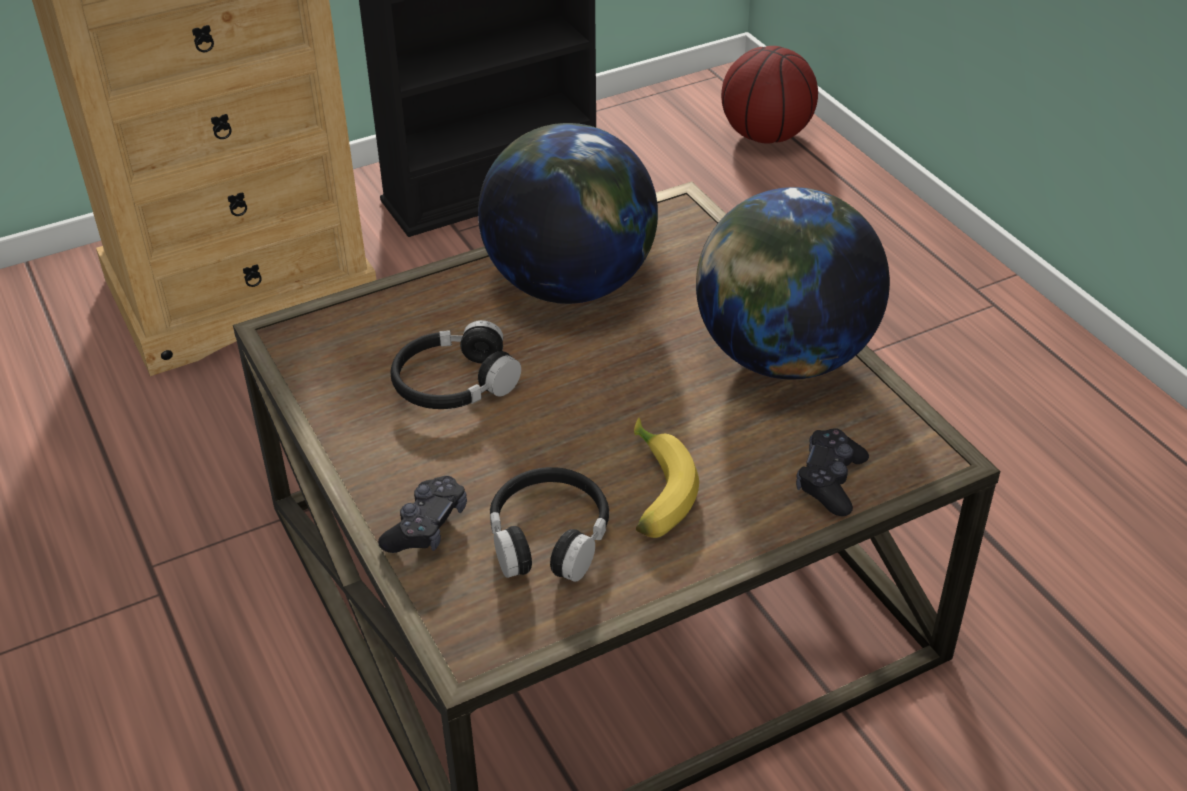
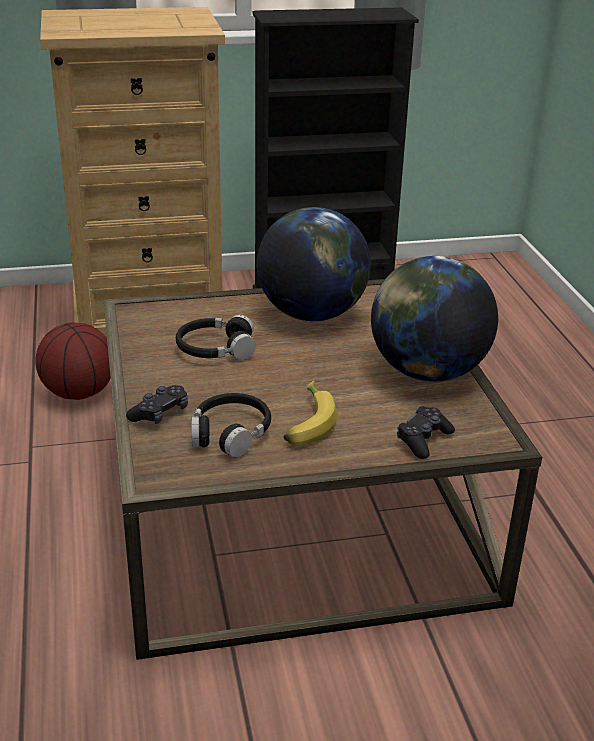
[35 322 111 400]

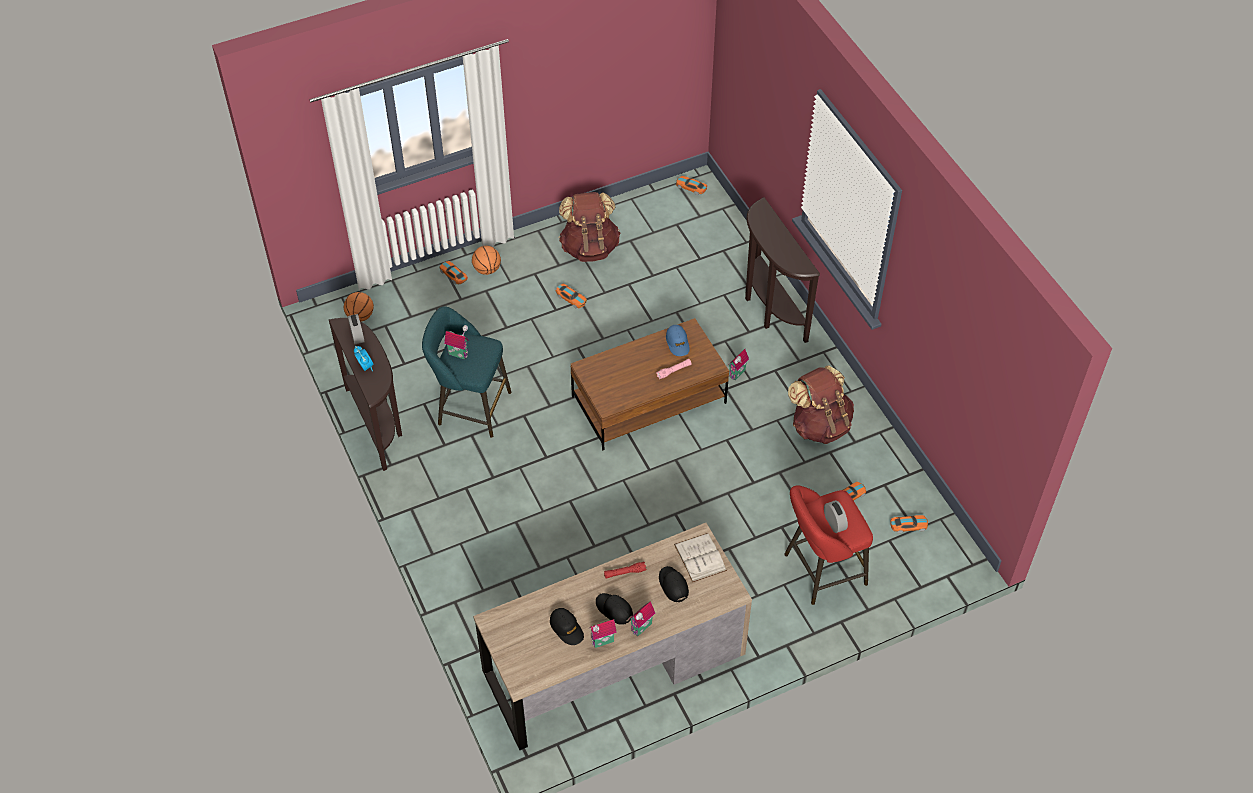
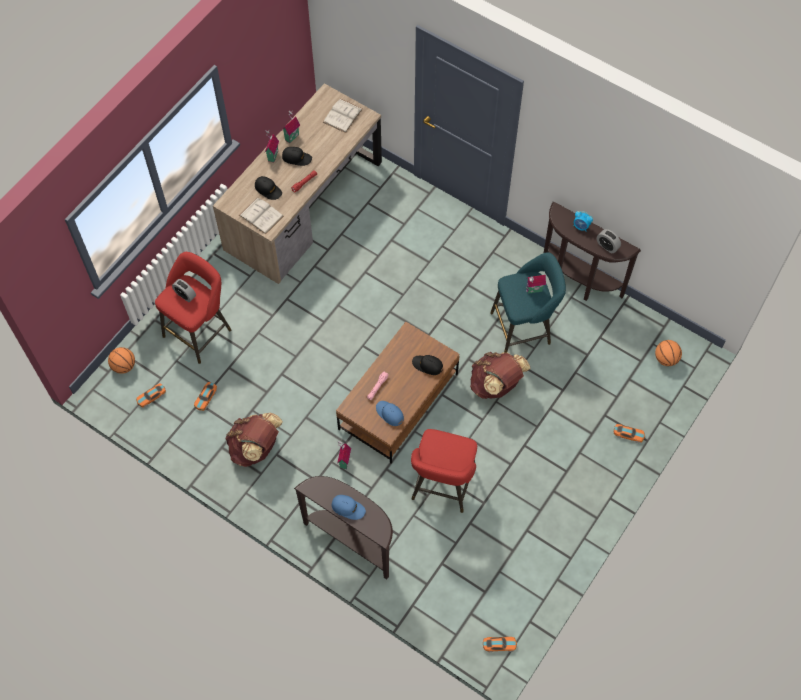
[108 347 135 374]
[323 99 363 133]
[332 495 366 520]
[411 429 477 513]
[412 355 443 375]
[470 352 531 399]
[556 284 587 308] (first image)

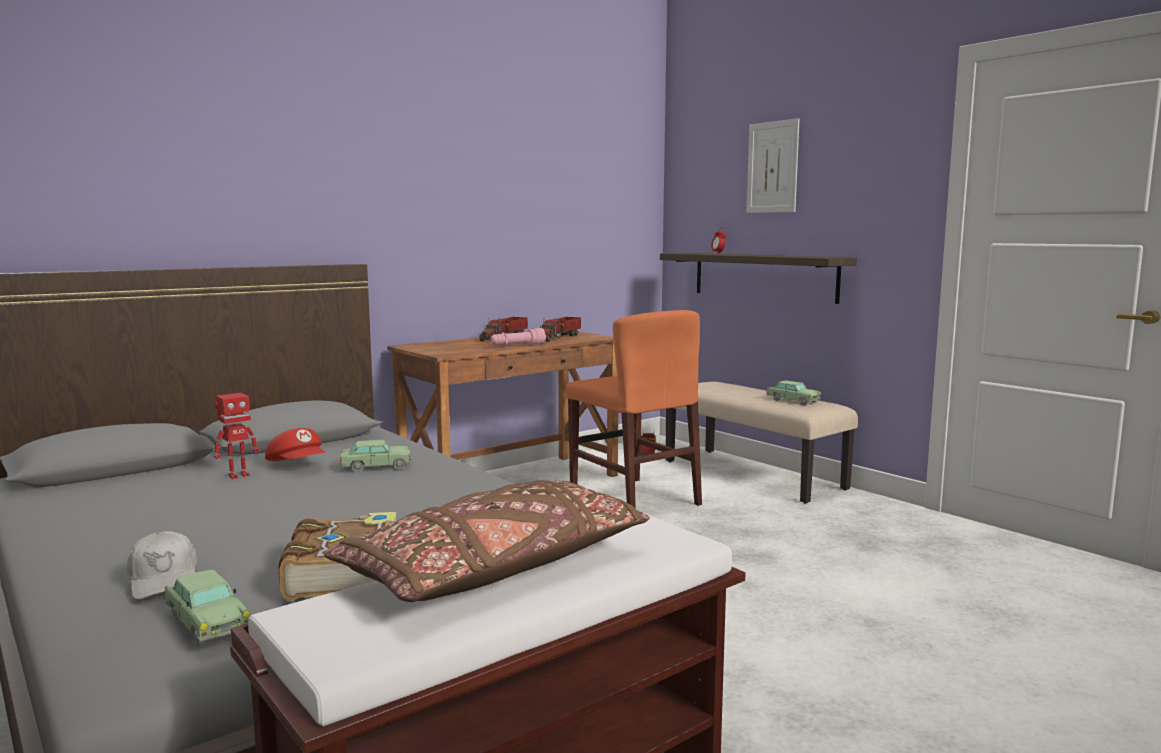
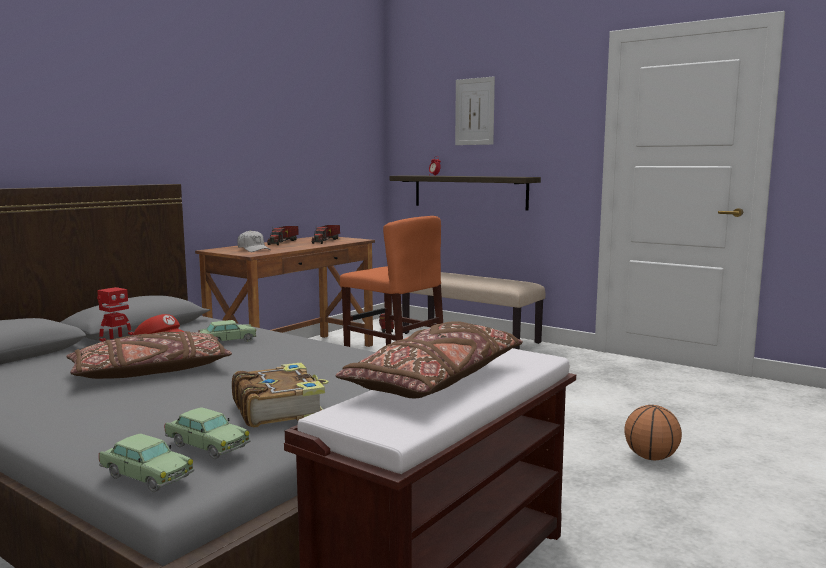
[66 331 232 379]
[99 434 194 492]
[238 230 271 252]
[624 405 682 460]
[490 328 546 345] (first image)

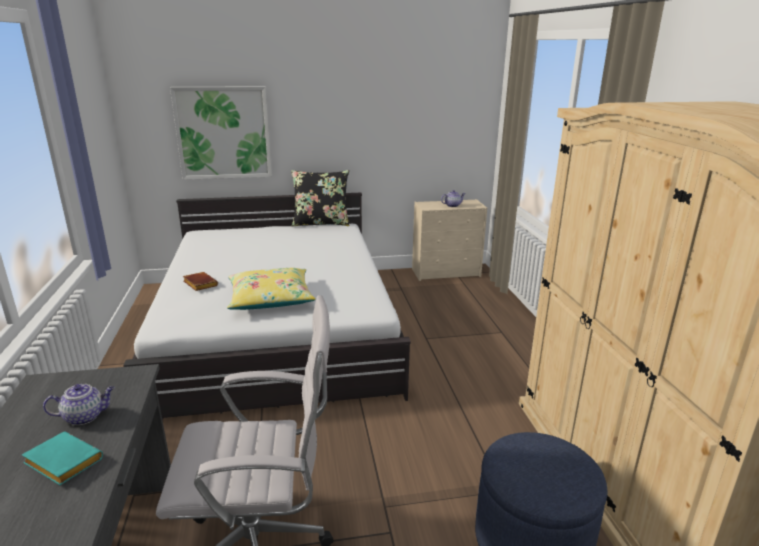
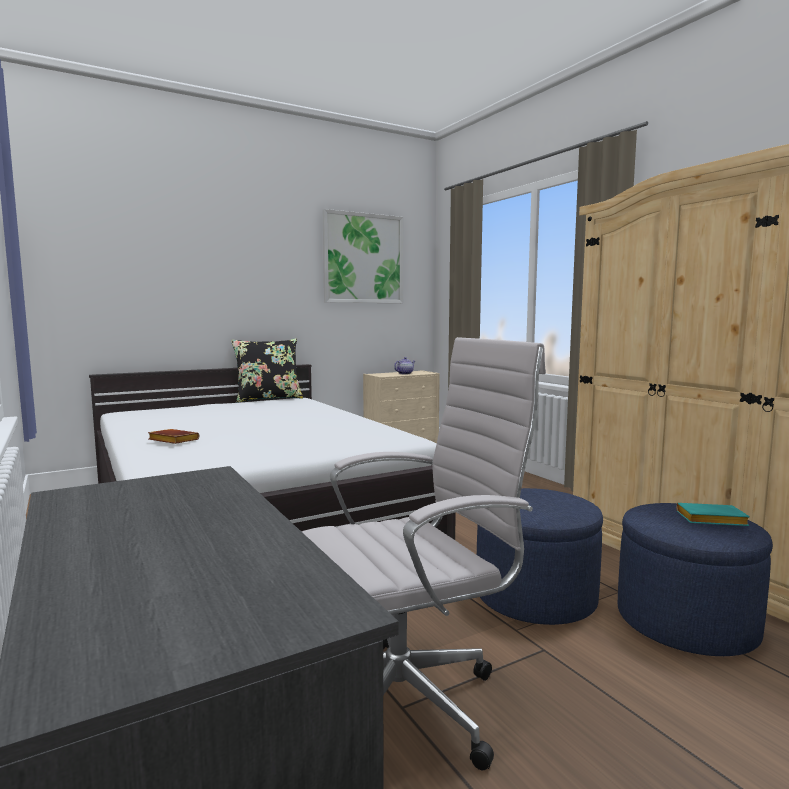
[323 209 403 303]
[477 488 603 625]
[677 503 750 526]
[43 384 115 425] (first image)
[227 268 316 310] (first image)

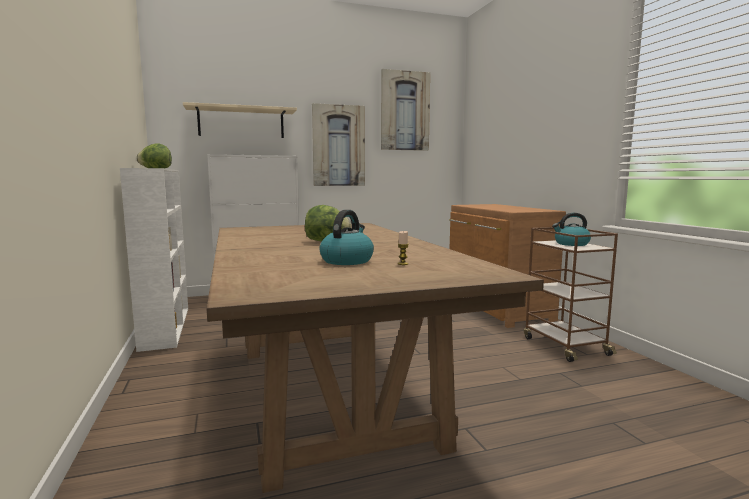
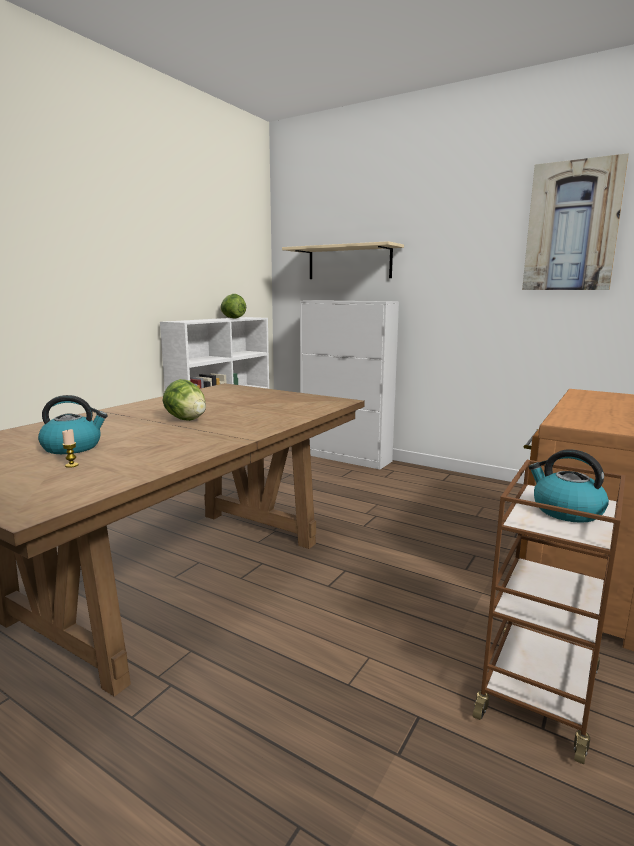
[312 103 365 186] (first image)

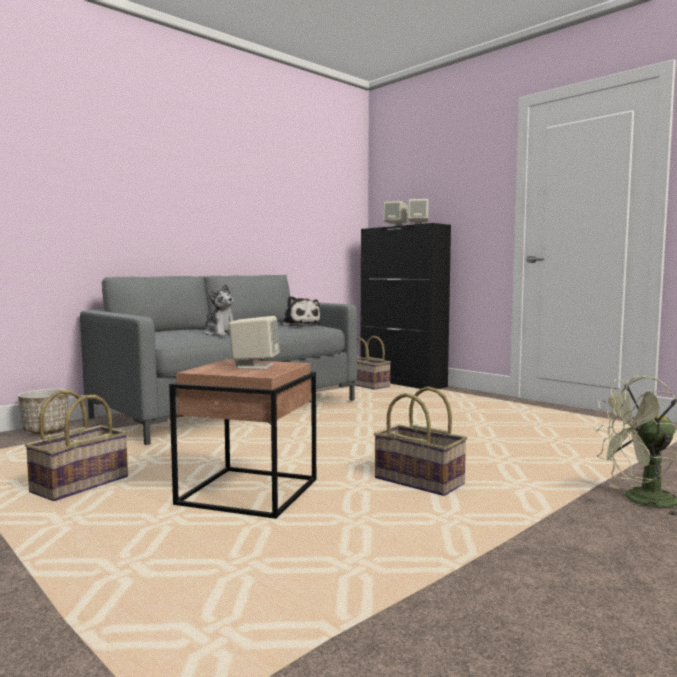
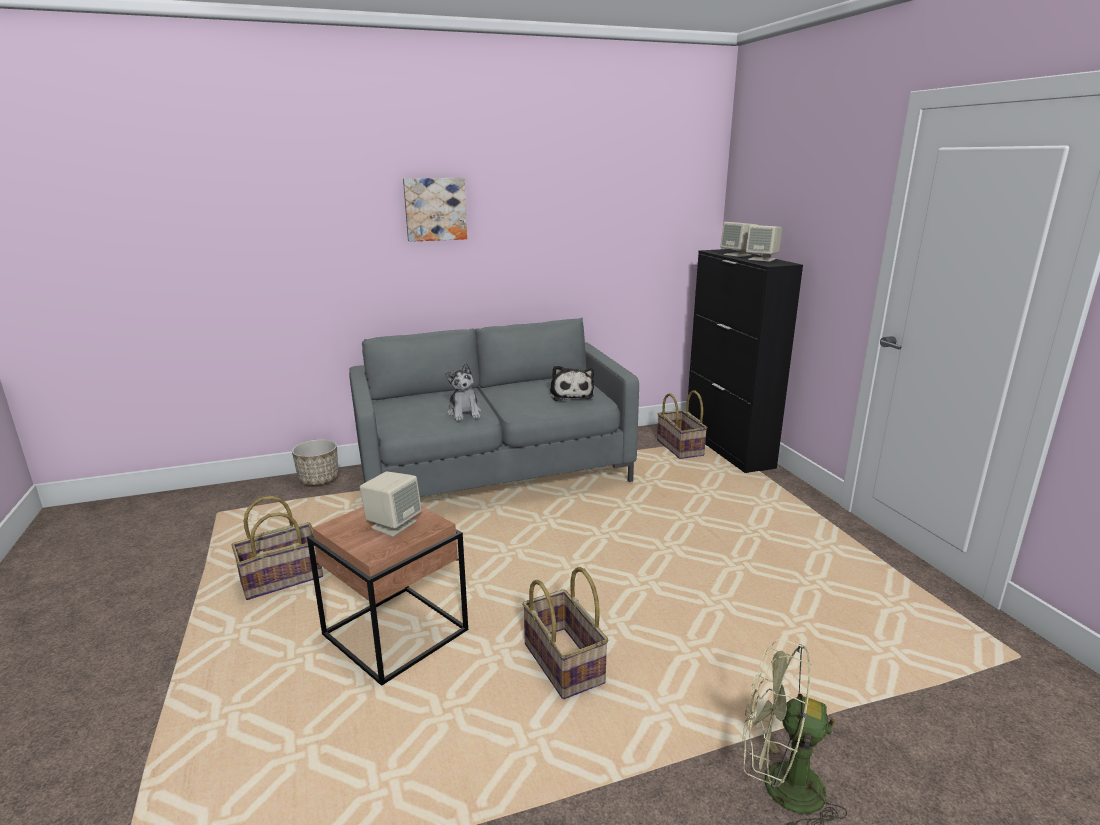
[403 178 467 242]

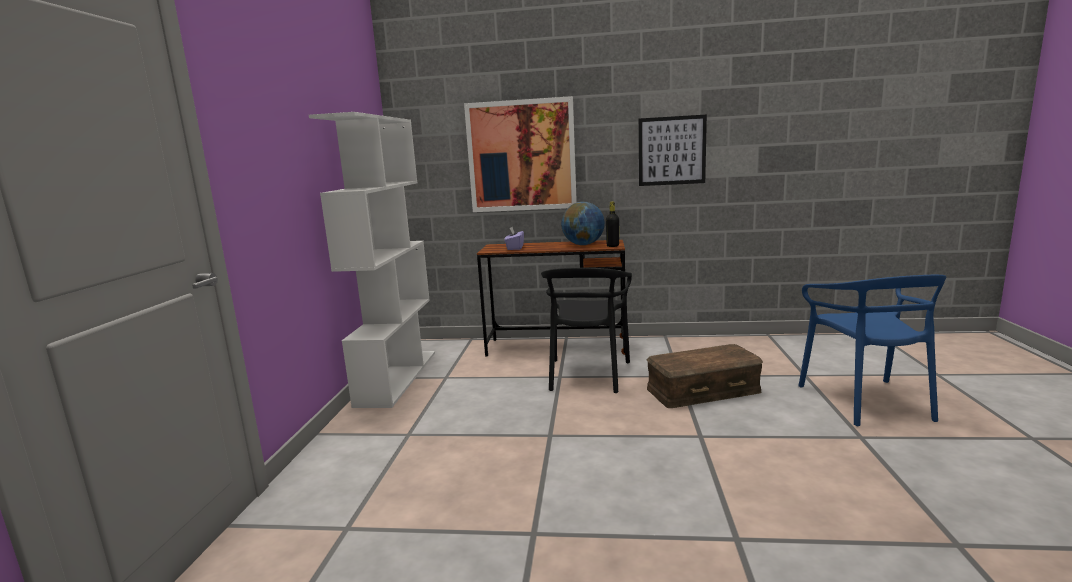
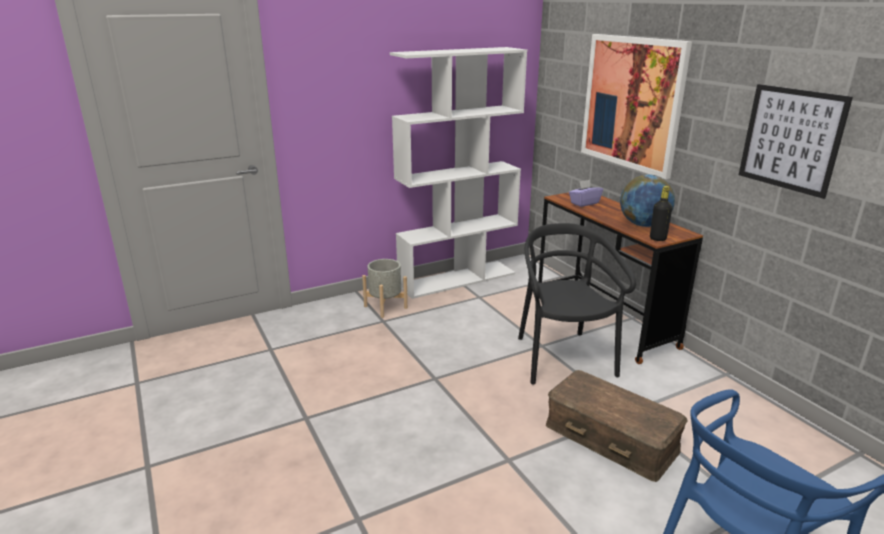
[362 259 408 318]
[518 223 636 385]

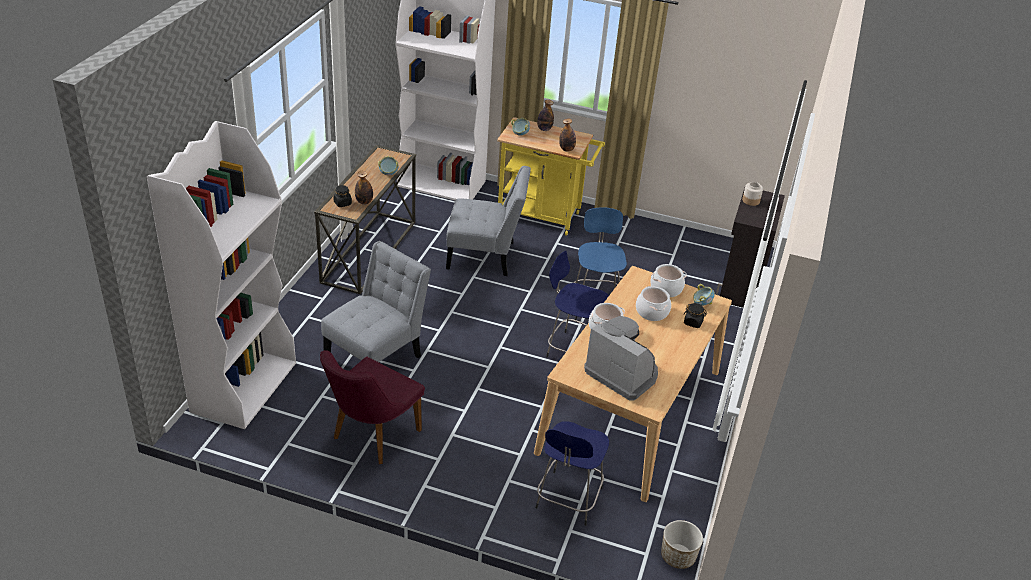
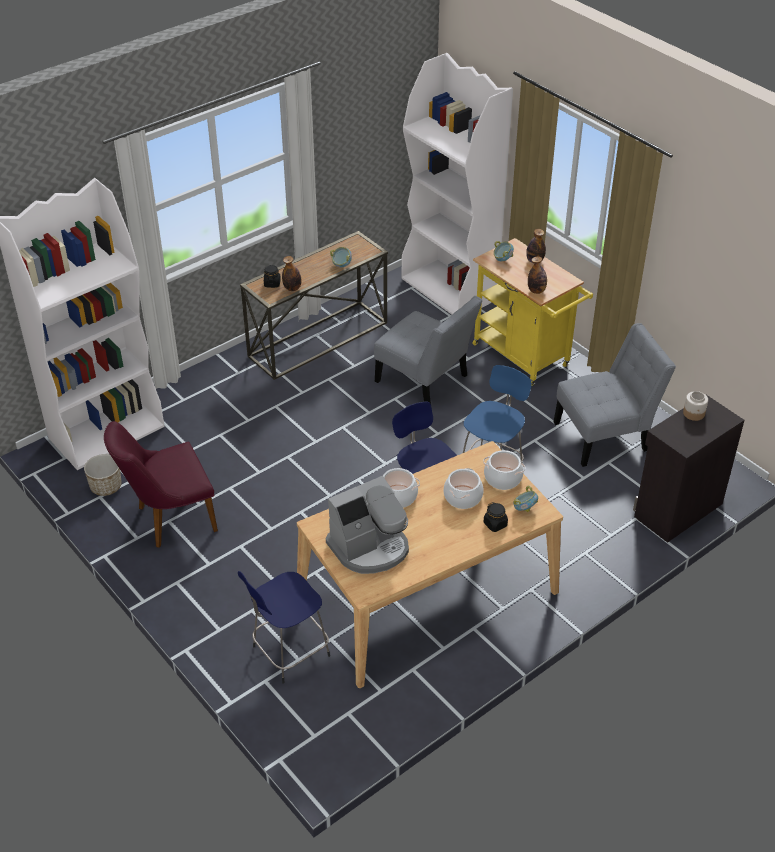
[84 454 122 496]
[326 476 409 574]
[553 323 676 467]

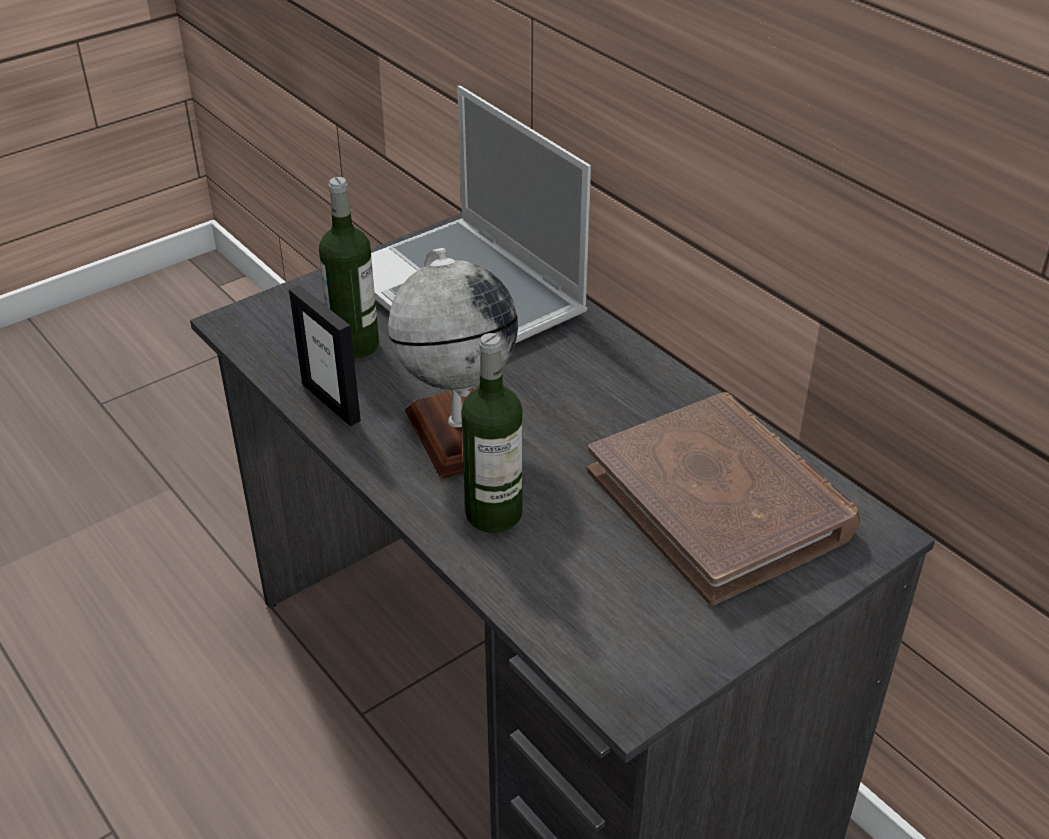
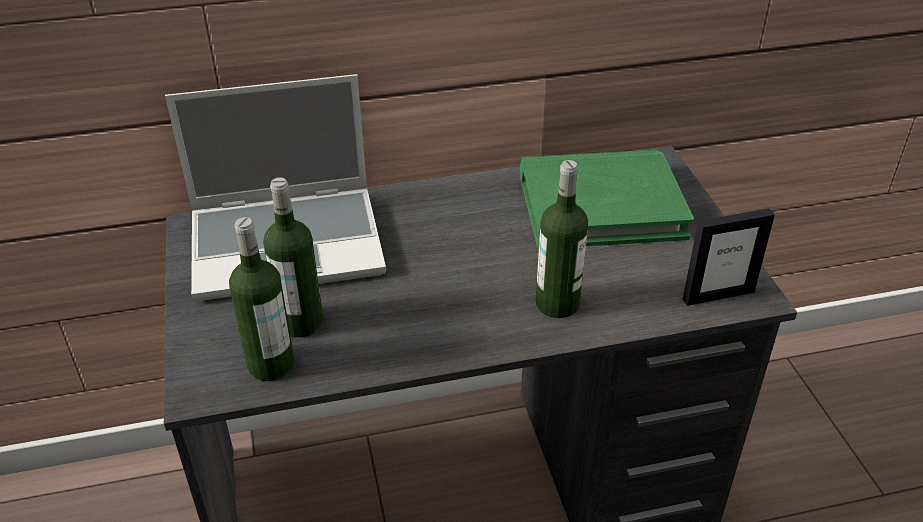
[229 217 295 381]
[520 150 694 249]
[683 208 775 306]
[388 248 518 479] (first image)

